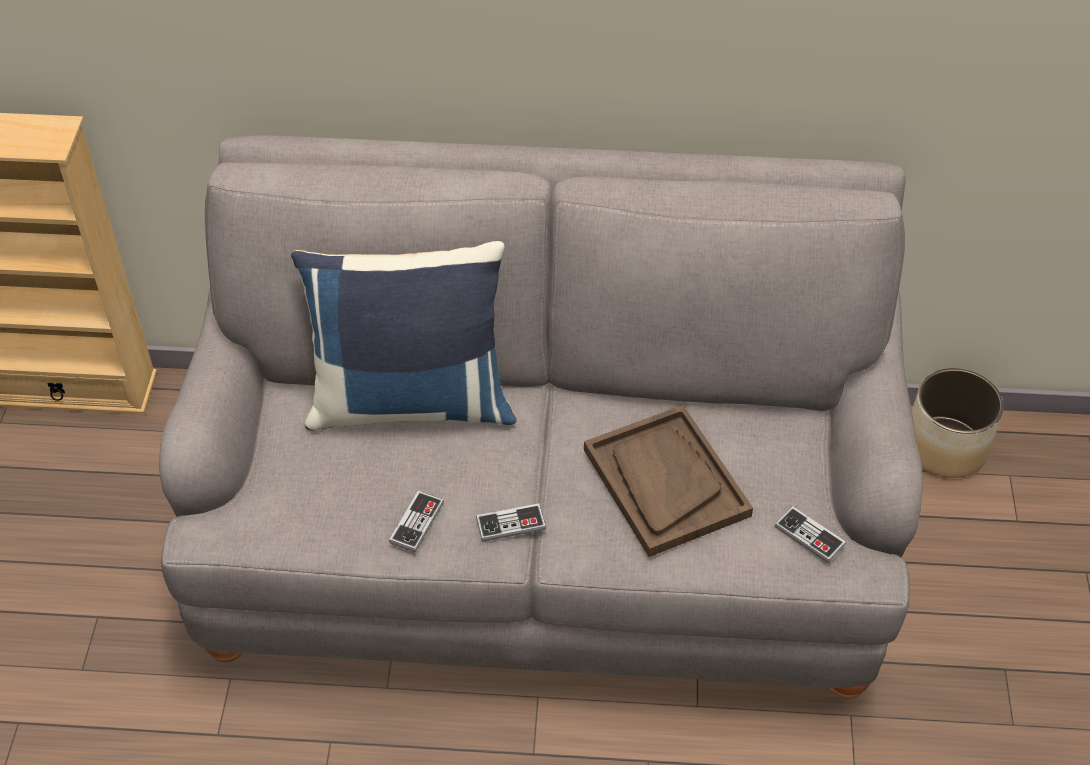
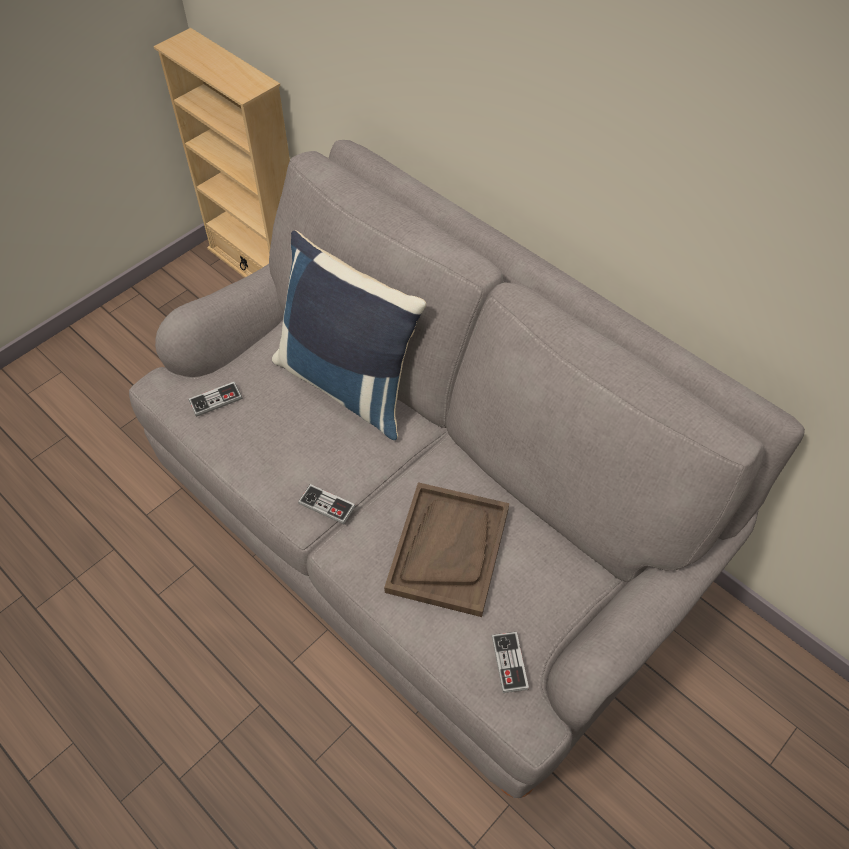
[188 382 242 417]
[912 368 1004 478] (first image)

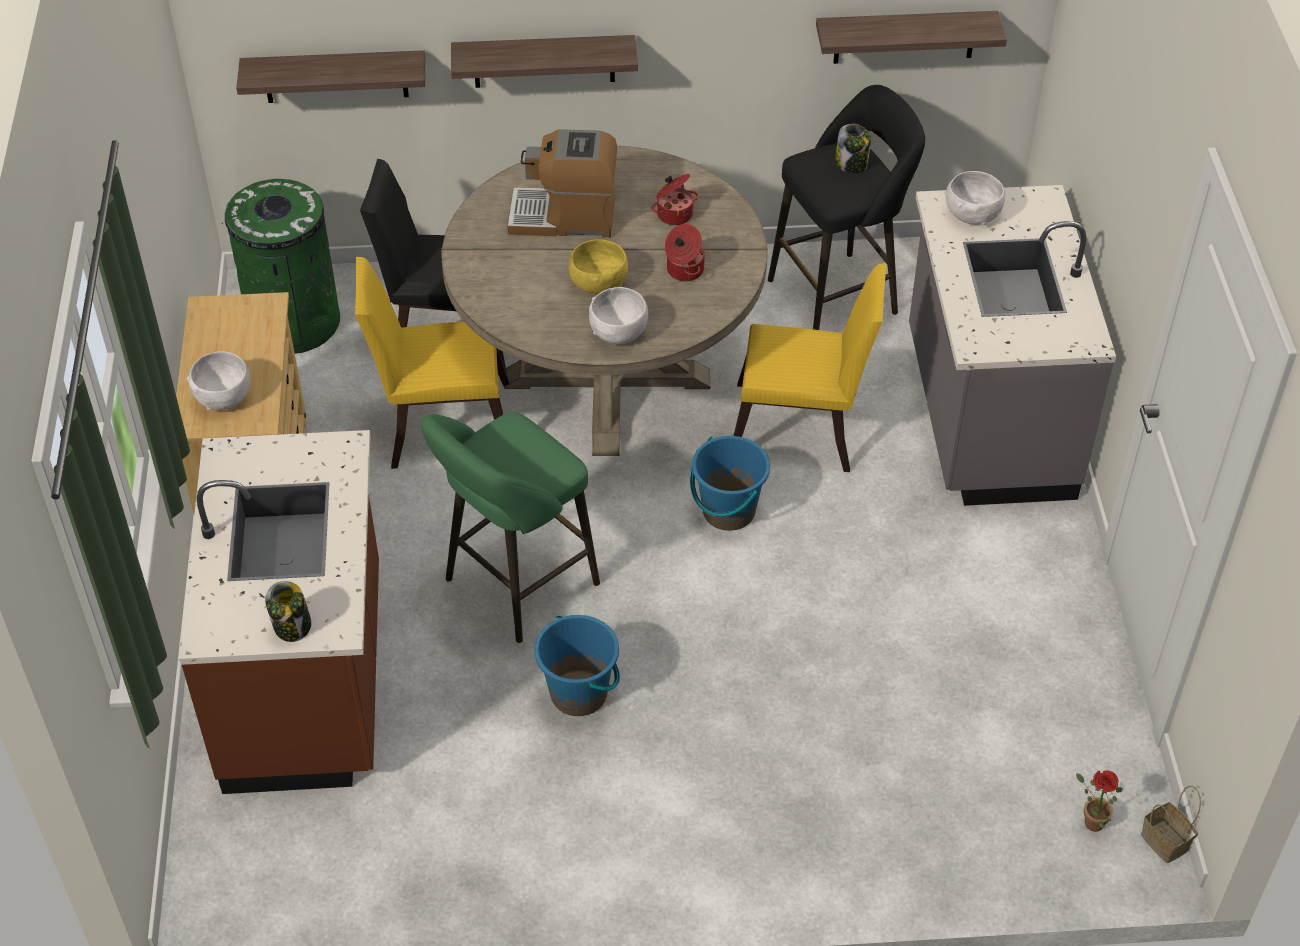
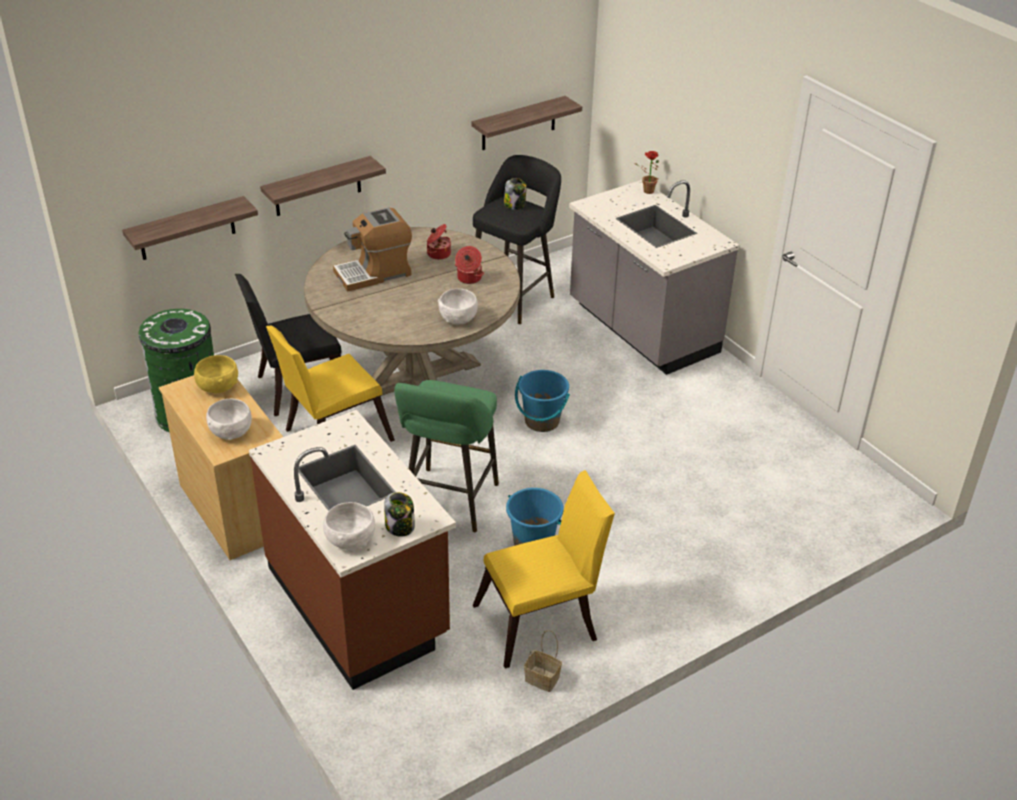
[194 355 238 393]
[323 502 375 550]
[473 470 615 669]
[524 630 562 692]
[634 151 660 194]

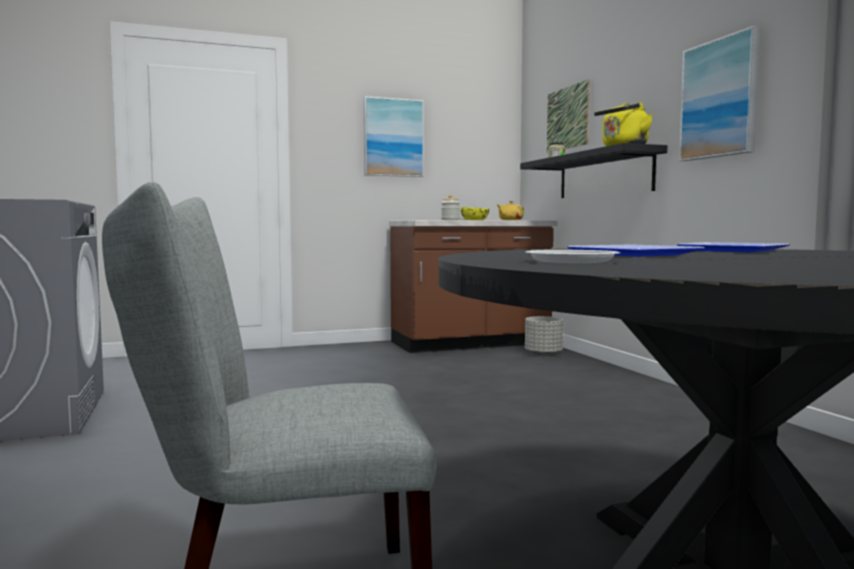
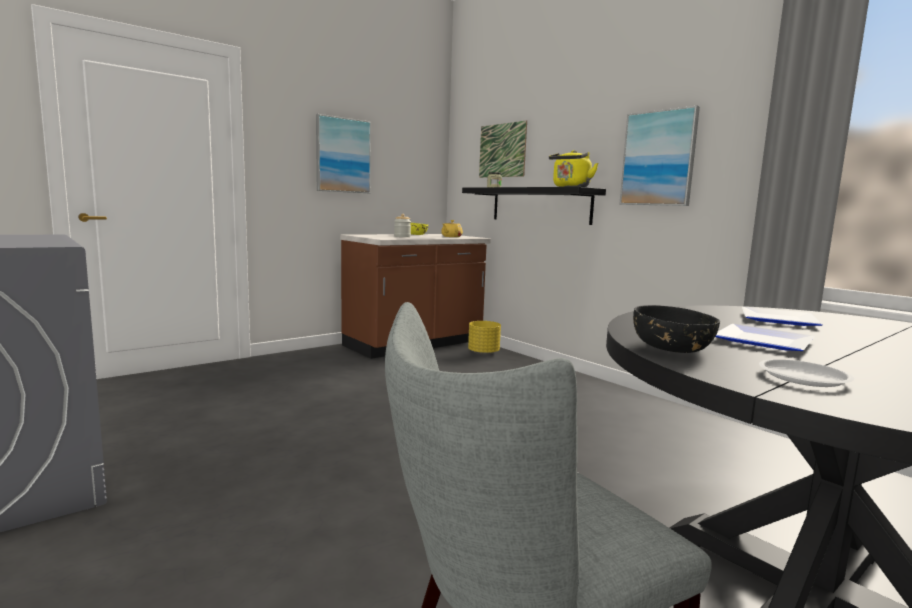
[468 321 501 355]
[633 305 720 353]

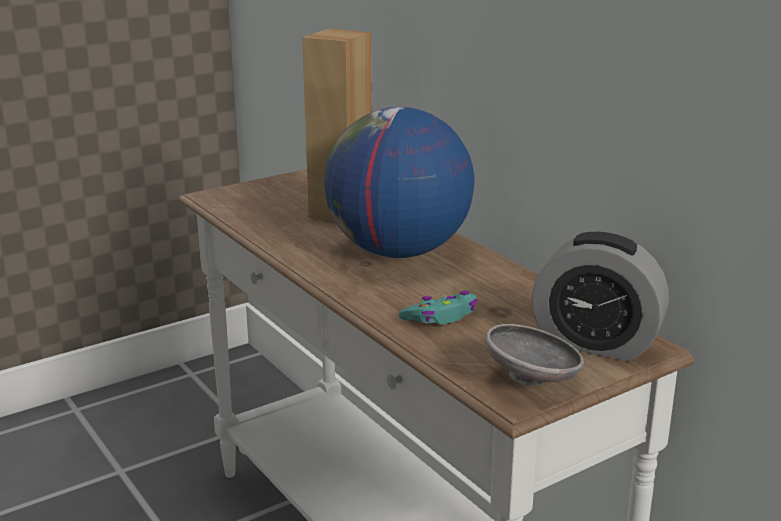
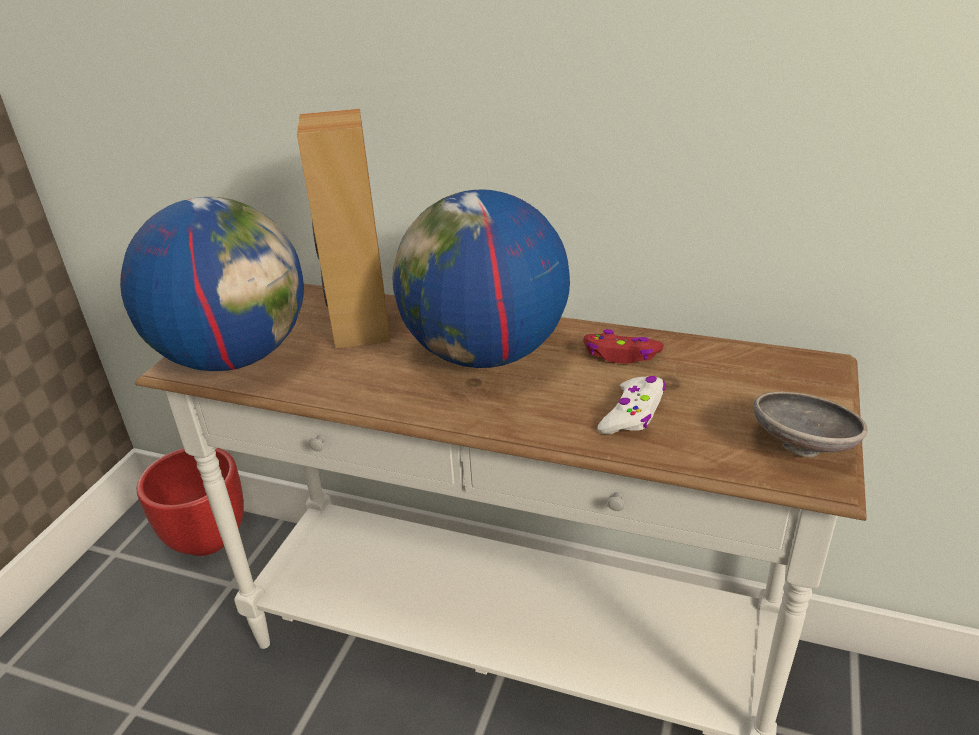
[120 197 304 371]
[137 448 244 556]
[583 329 664 364]
[598 376 666 434]
[532 232 669 361] (first image)

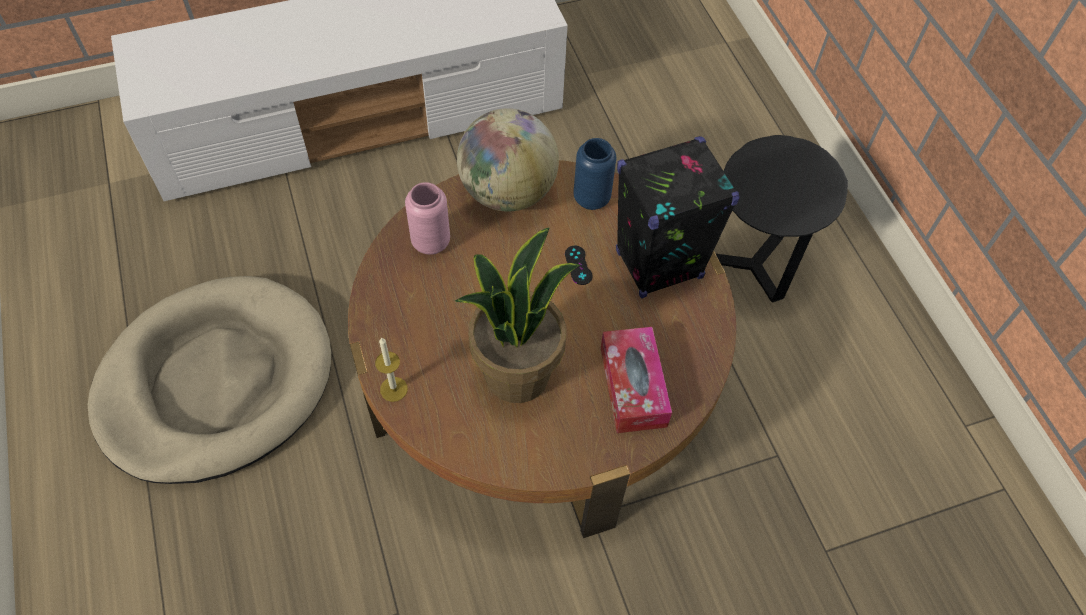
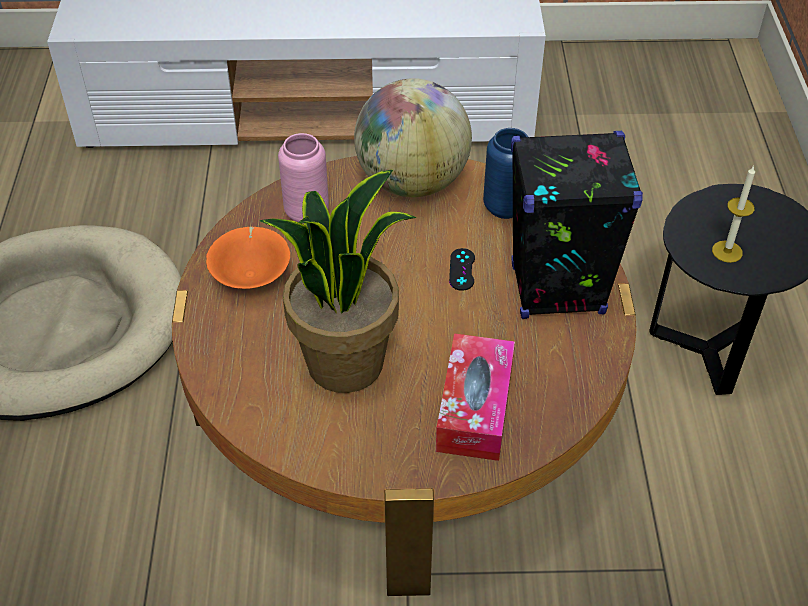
[206 226 290 289]
[712 166 755 263]

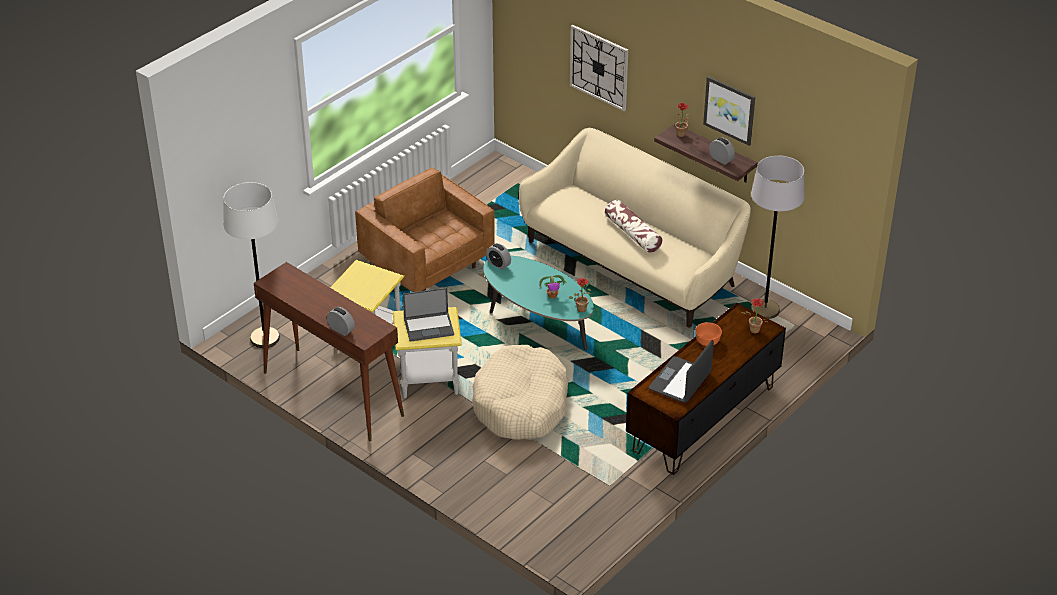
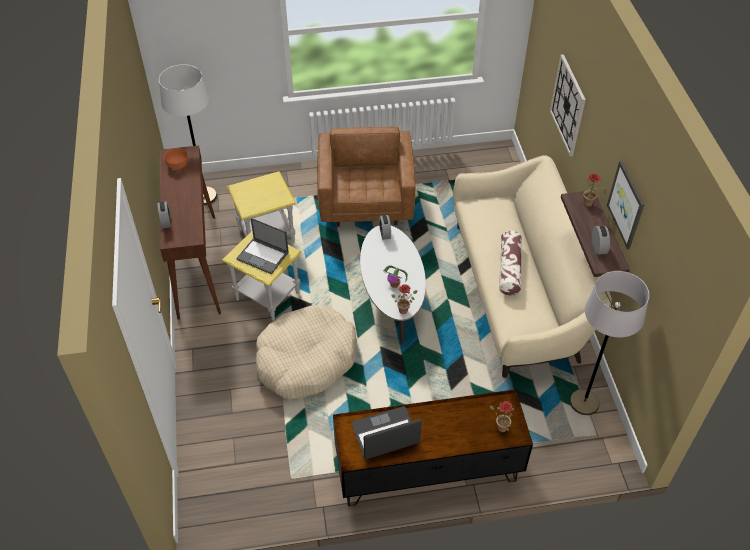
[164 148 188 169]
[360 226 426 345]

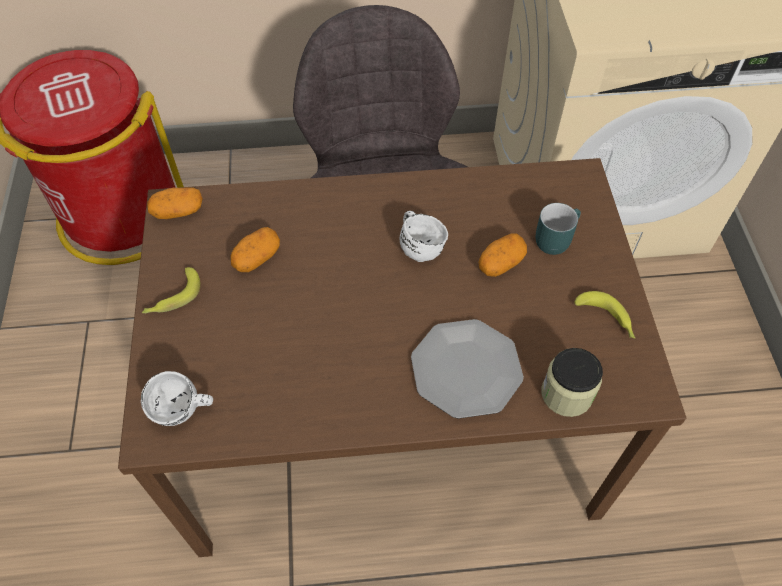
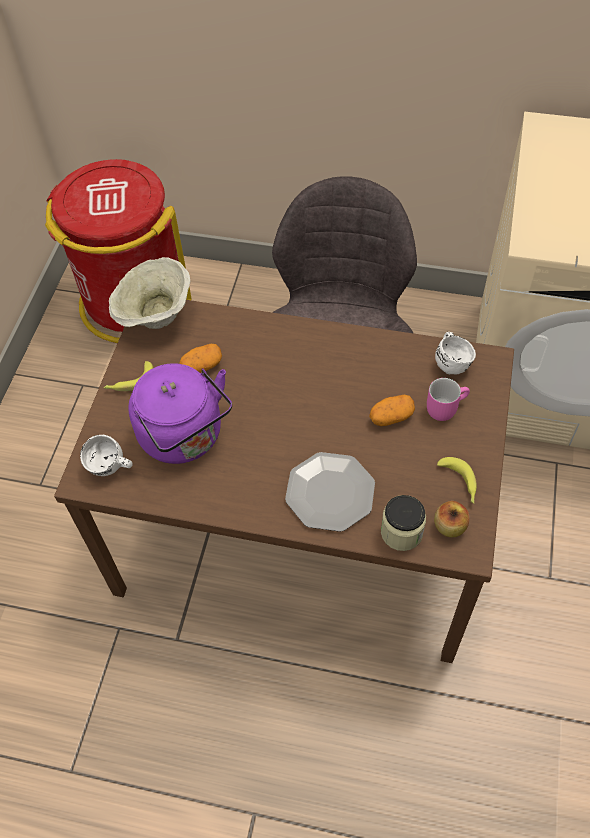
[109 257 190 329]
[128 363 232 464]
[427 378 470 421]
[434 501 470 538]
[435 332 476 374]

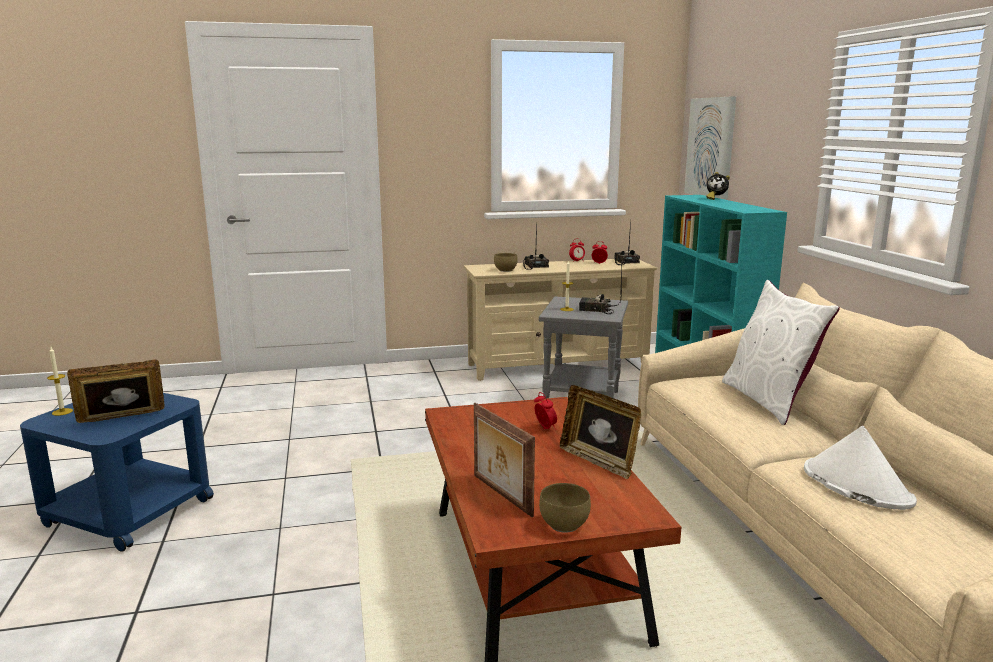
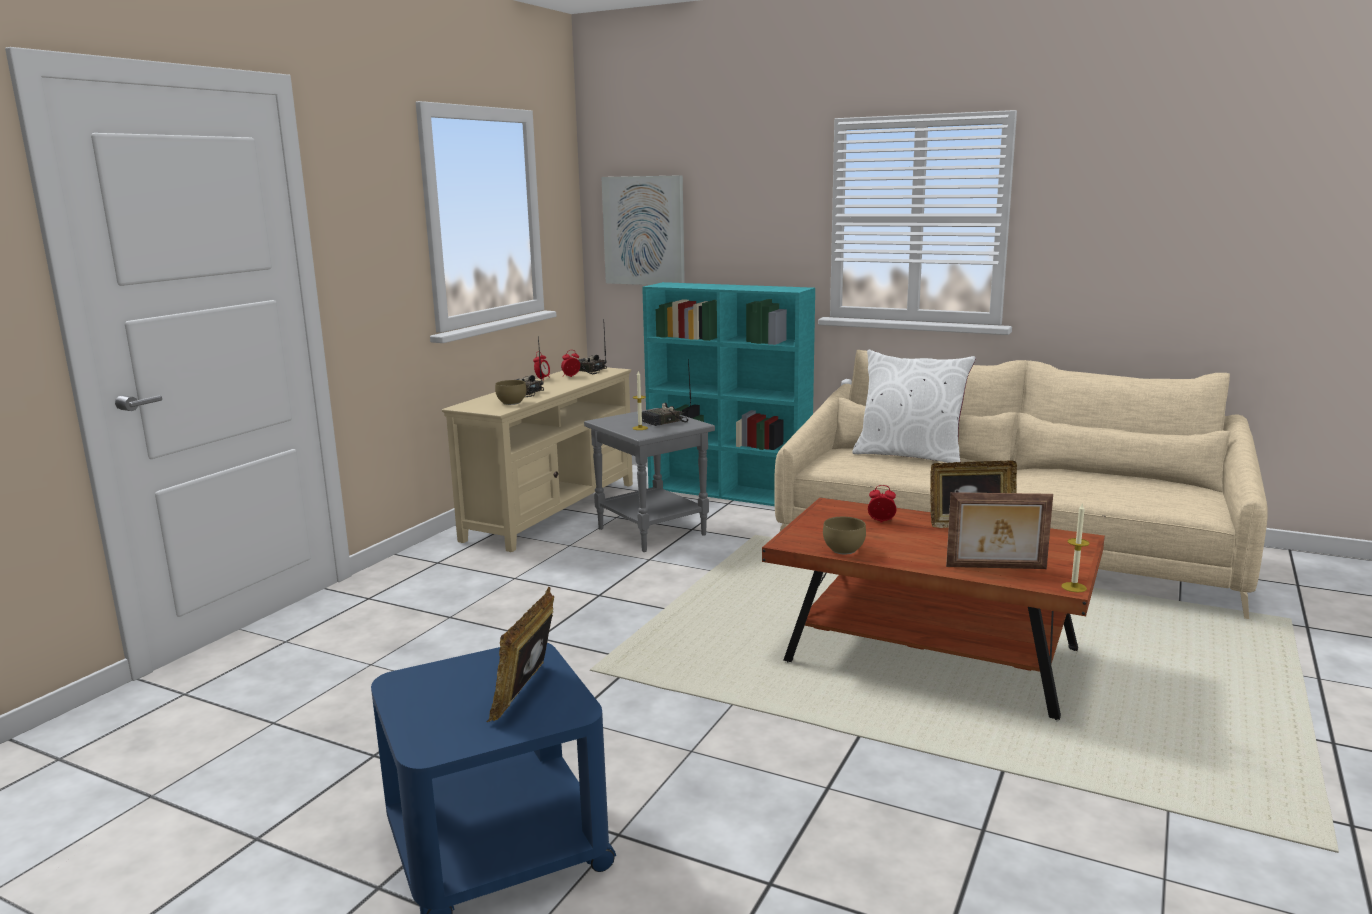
[823 517 866 555]
[1061 503 1090 592]
[706 172 730 200] (first image)
[804 426 917 510] (first image)

